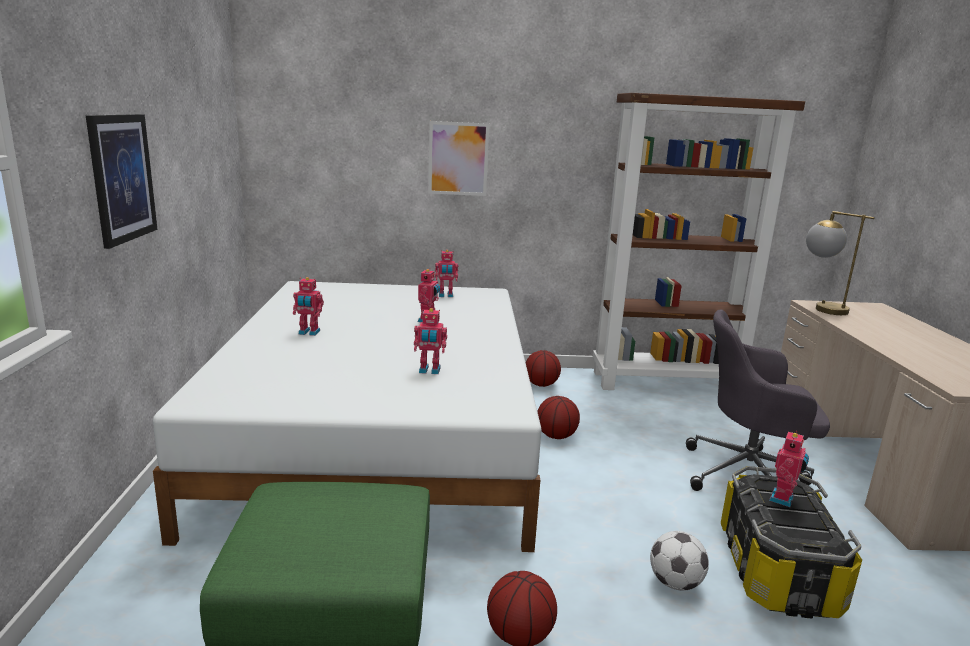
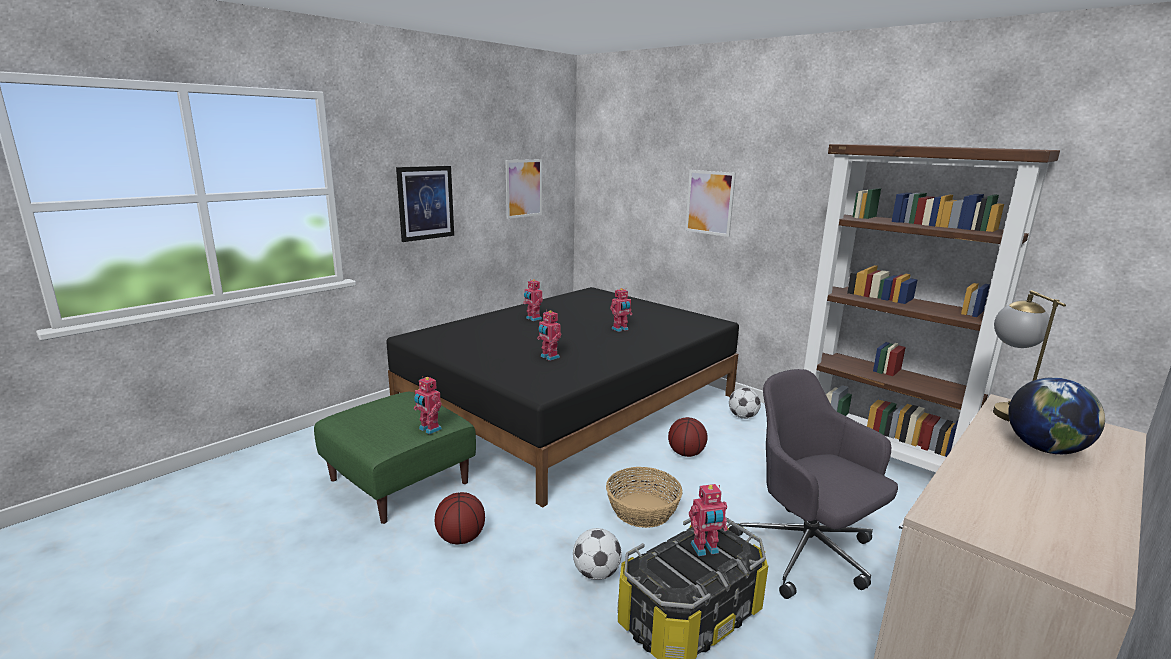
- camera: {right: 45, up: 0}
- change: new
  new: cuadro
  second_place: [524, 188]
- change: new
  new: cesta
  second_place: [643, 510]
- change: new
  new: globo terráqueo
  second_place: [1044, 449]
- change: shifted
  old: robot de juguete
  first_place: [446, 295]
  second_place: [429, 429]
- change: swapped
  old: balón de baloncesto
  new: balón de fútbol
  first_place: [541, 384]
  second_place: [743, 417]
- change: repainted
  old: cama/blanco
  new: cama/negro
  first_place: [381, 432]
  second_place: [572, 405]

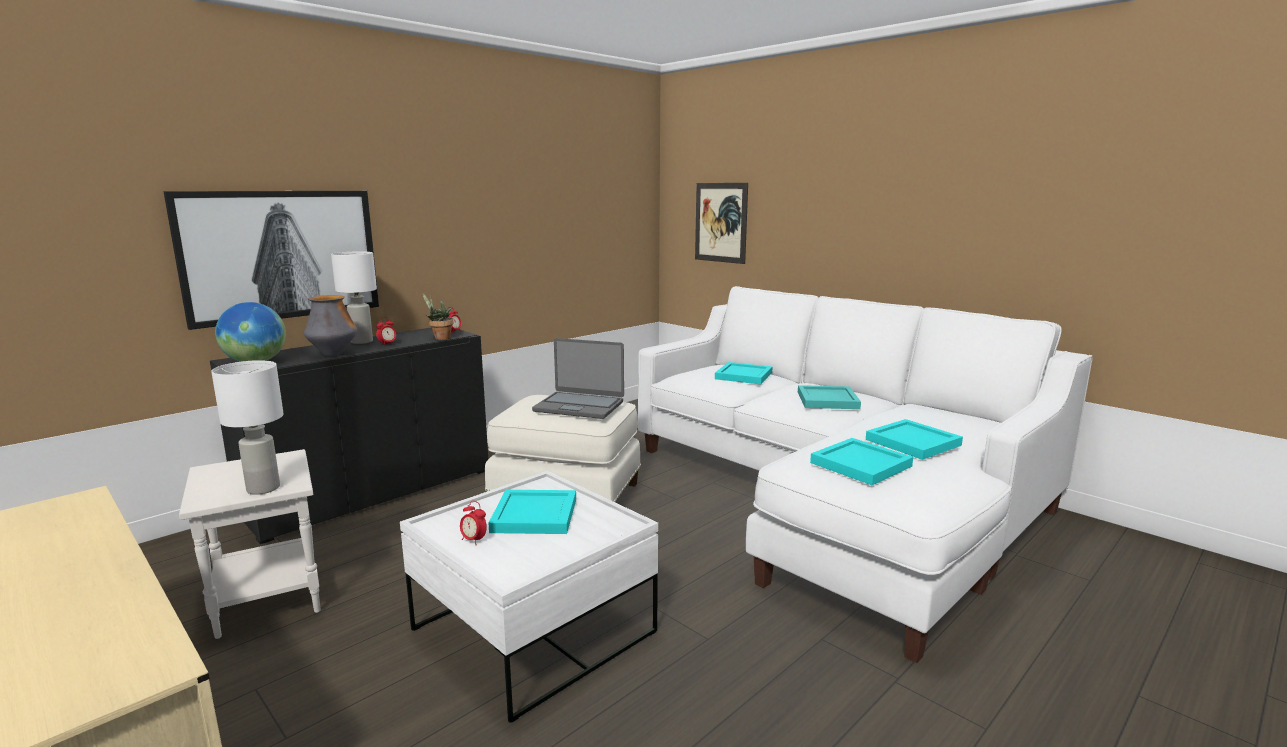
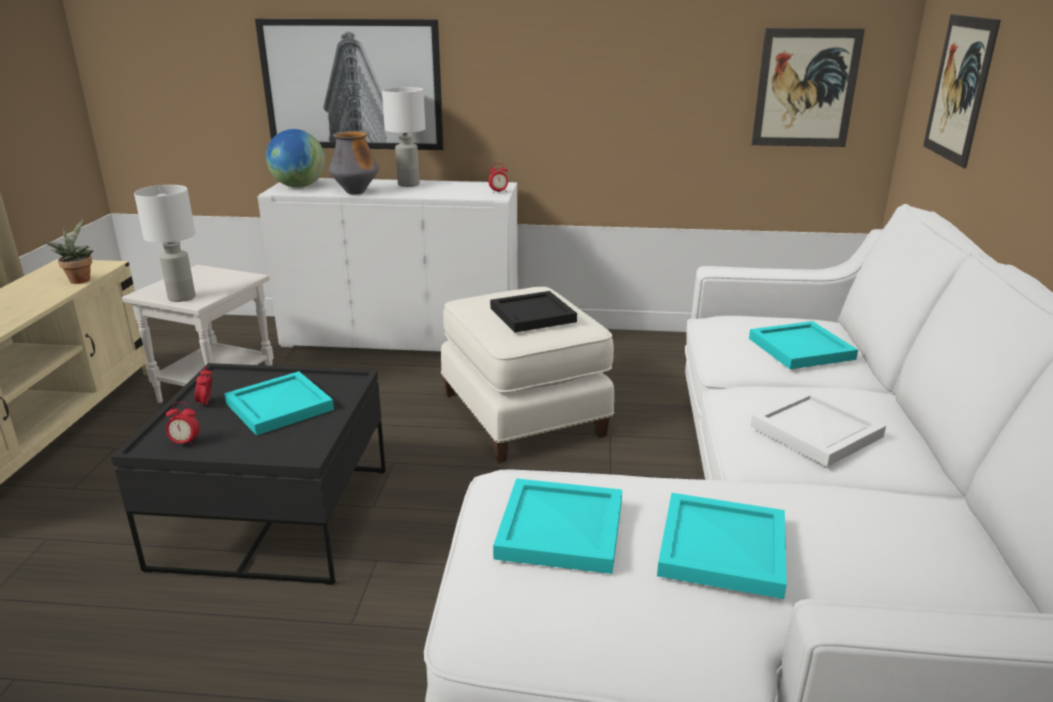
- camera: {right: 50, up: 10}
- change: new
  new: cuadro
  second_place: [805, 88]
- change: shifted
  old: despertador
  first_place: [387, 344]
  second_place: [185, 443]
- change: shifted
  old: planta en maceta
  first_place: [440, 338]
  second_place: [80, 280]
- change: swapped
  old: portátil
  new: bandeja/negro
  first_place: [579, 406]
  second_place: [534, 315]
- change: repainted
  old: armario/negro
  new: armario/blanco
  first_place: [372, 493]
  second_place: [402, 337]
- change: repainted
  old: mesa de centro/blanco
  new: mesa de centro/negro
  first_place: [534, 631]
  second_place: [275, 517]
- change: repainted
  old: bandeja/turquesa
  new: bandeja/blanco
  first_place: [828, 400]
  second_place: [816, 432]

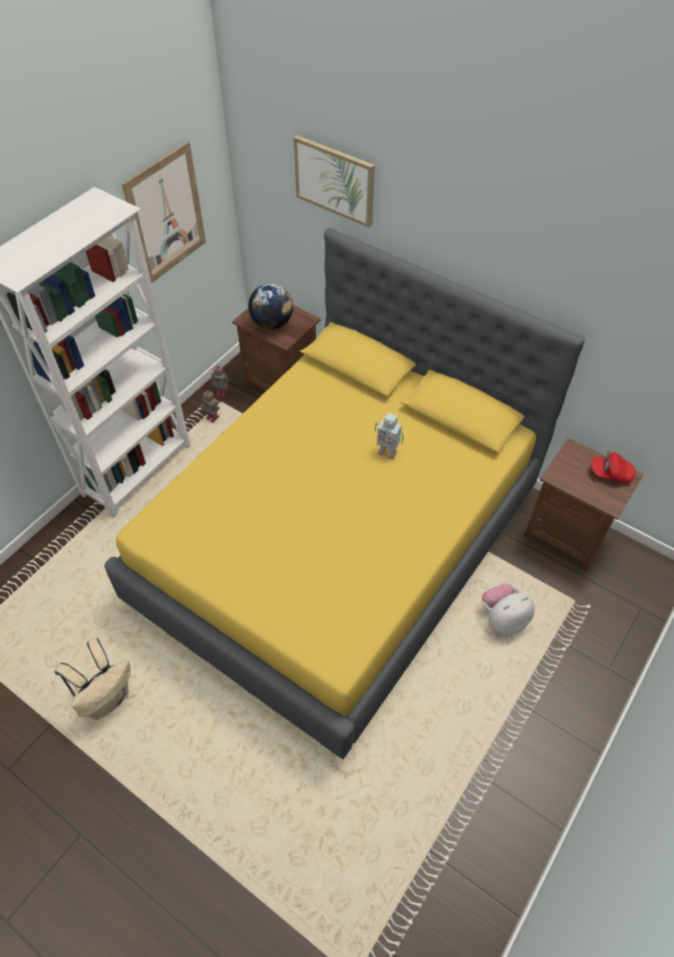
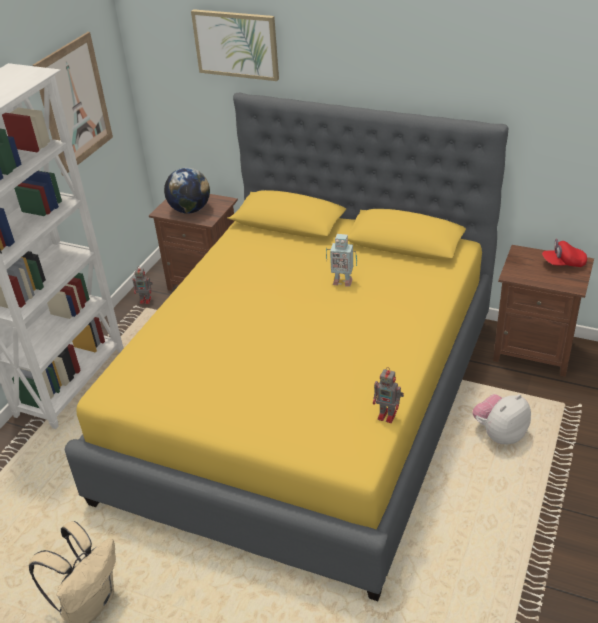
- camera: {right: -10, up: -15}
- change: shifted
  old: robot de juguete
  first_place: [213, 418]
  second_place: [388, 415]

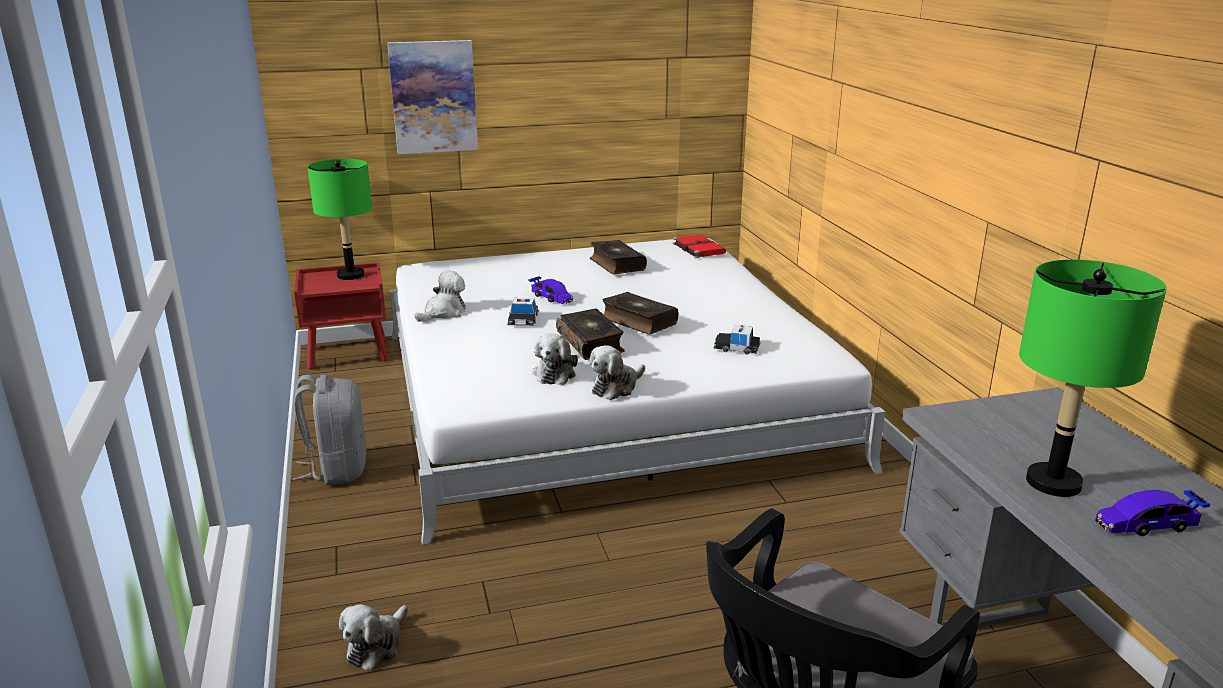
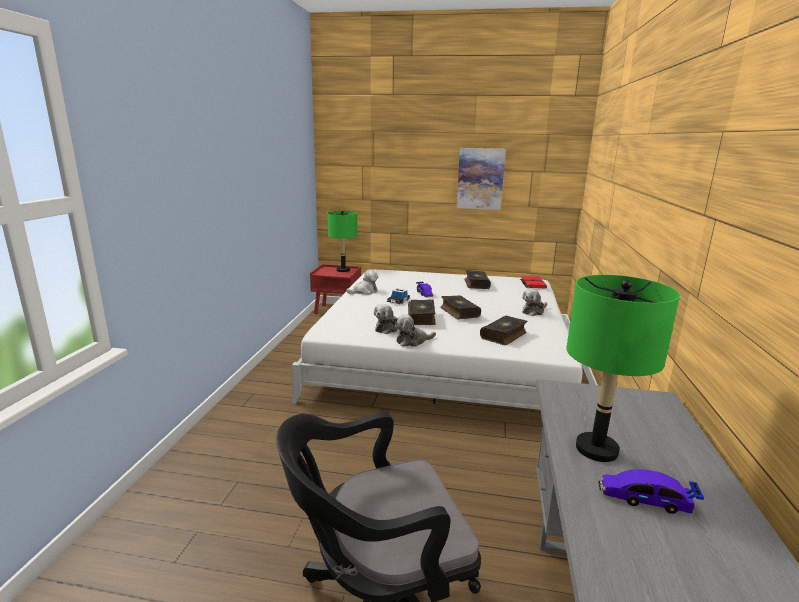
- camera: {right: 25, up: -5}
- change: gone
  old: mochila/gris
  first_place: [337, 469]
- change: shifted
  old: peluche
  first_place: [376, 646]
  second_place: [533, 311]
- change: shifted
  old: cuadro
  first_place: [433, 97]
  second_place: [480, 179]
- change: swapped
  old: coche de juguete
  new: libro
  first_place: [737, 347]
  second_place: [504, 335]

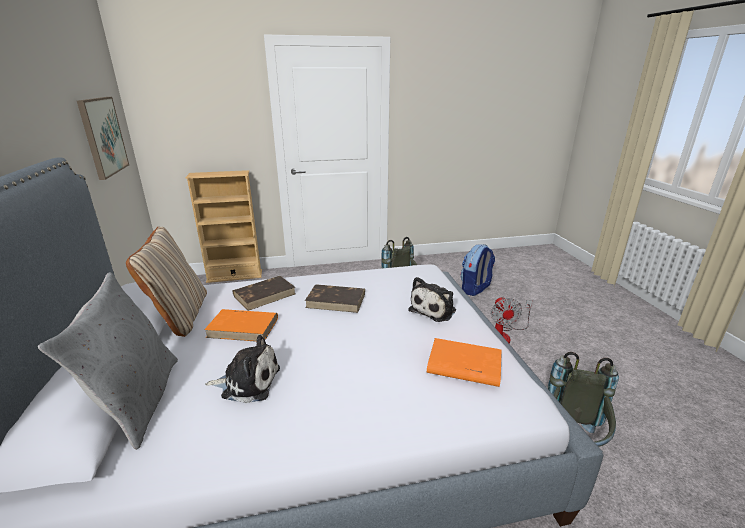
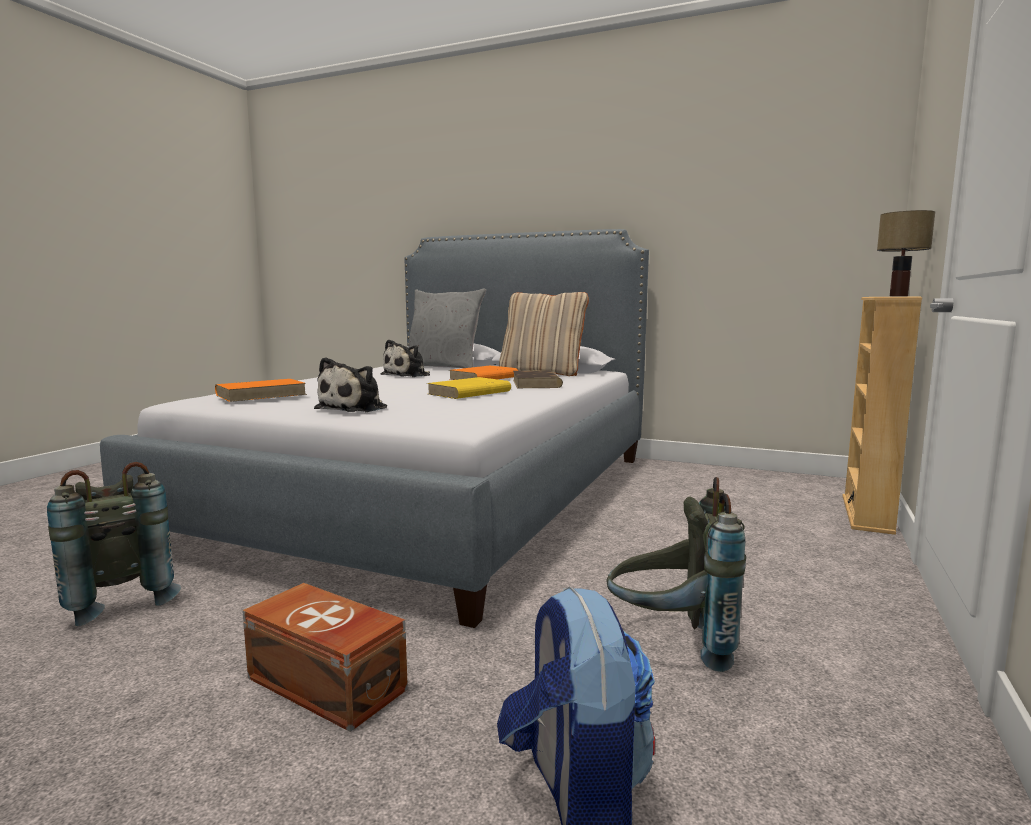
- camera: {right: 125, up: -15}
- change: gone
  old: cuadro
  first_place: [103, 136]
- change: new
  new: lámpara de mesa
  second_place: [898, 296]
- change: swapped
  old: ventilador
  new: caja de almacenaje/marrón
  first_place: [503, 335]
  second_place: [326, 685]
- change: repainted
  old: libro/marrón
  new: libro/amarillo
  first_place: [336, 300]
  second_place: [469, 393]
- change: rotated
  old: peluche
  first_place: [434, 309]
  second_place: [355, 408]
  degrees: -135

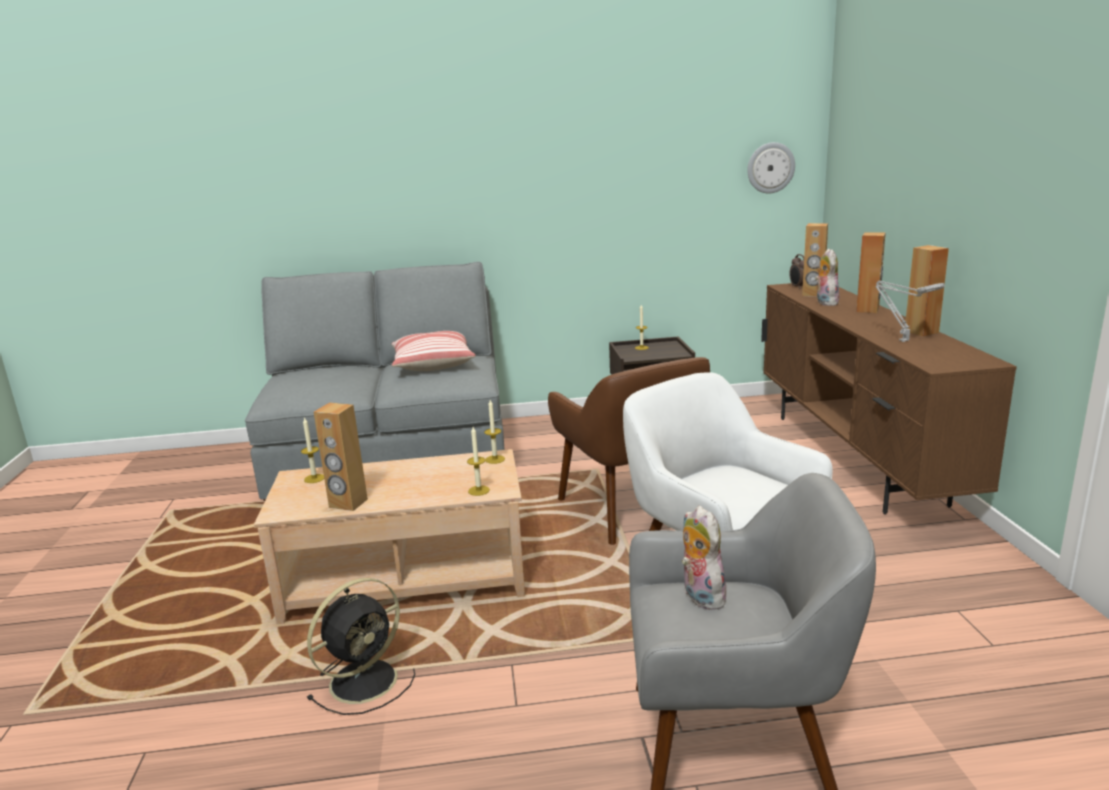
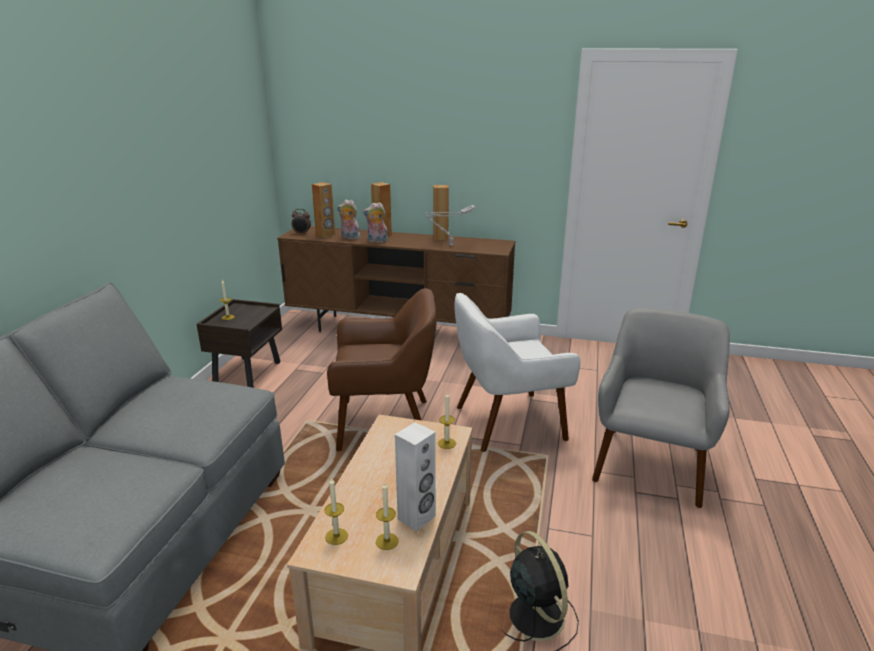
- camera: {right: -70, up: 5}
- change: gone
  old: cojín
  first_place: [432, 364]
- change: gone
  old: reloj de pared
  first_place: [770, 168]
- change: shifted
  old: vela
  first_place: [495, 459]
  second_place: [387, 541]
- change: shifted
  old: peluche
  first_place: [700, 596]
  second_place: [377, 241]
- change: repainted
  old: altavoz/marrón
  new: altavoz/blanco
  first_place: [348, 503]
  second_place: [417, 518]

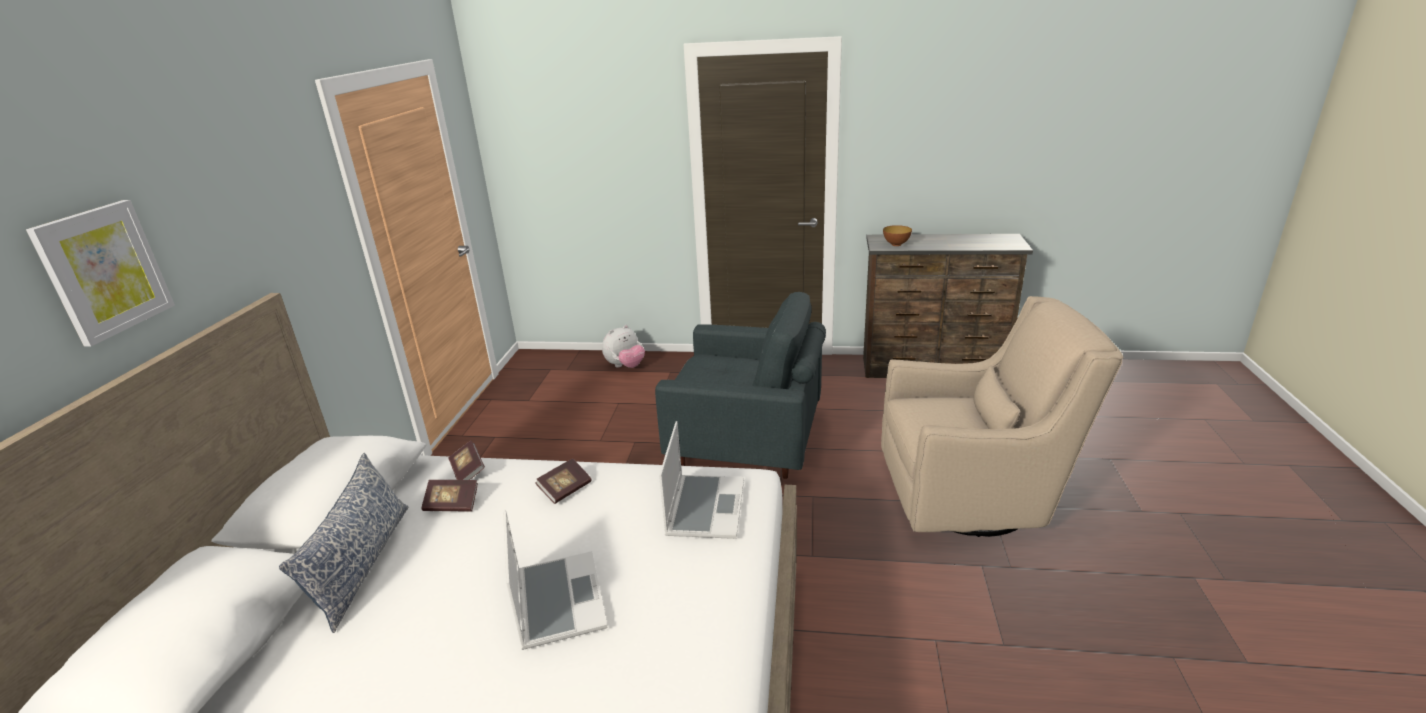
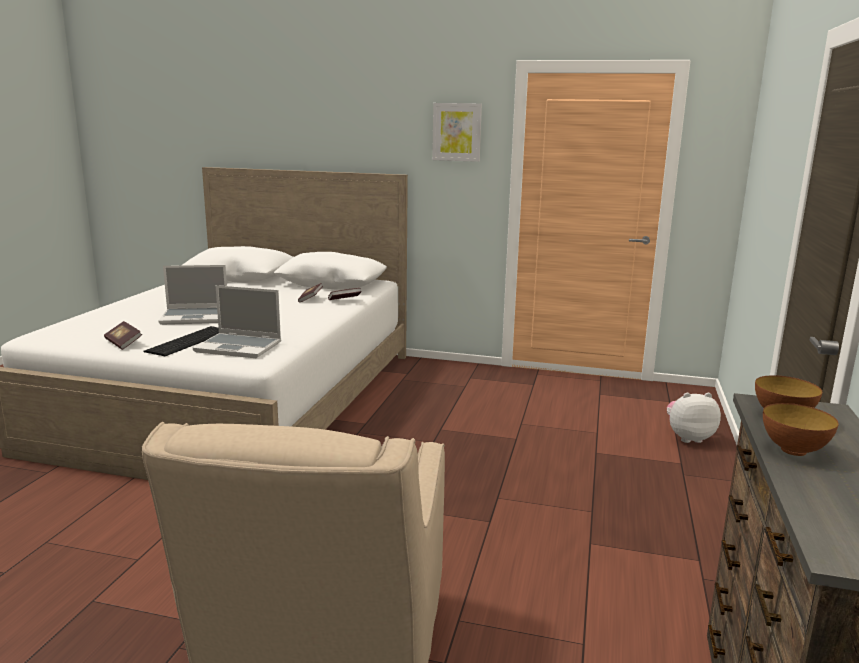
- camera: {right: 95, up: -10}
- change: gone
  old: cojín
  first_place: [363, 564]
- change: gone
  old: sillón/gris
  first_place: [747, 445]
- change: new
  new: teclado
  second_place: [190, 341]
- change: new
  new: cuenco
  second_place: [793, 450]
- change: shifted
  old: cuadro
  first_place: [104, 271]
  second_place: [457, 132]
- change: shifted
  old: libro
  first_place: [565, 489]
  second_place: [123, 343]
- change: rotated
  old: peluche
  first_place: [625, 366]
  second_place: [688, 438]
  degrees: 120

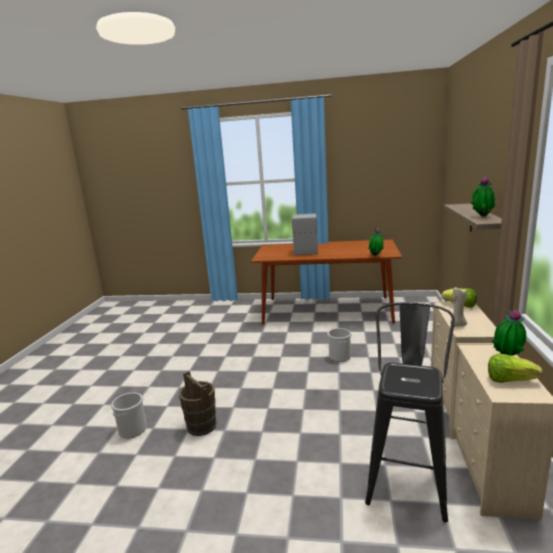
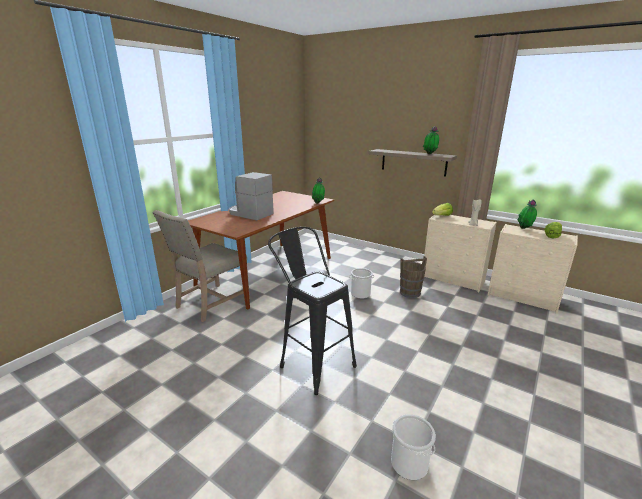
- camera: {right: -65, up: 5}
- change: new
  new: silla/beis
  second_place: [210, 303]
- change: shifted
  old: cubo/marrón
  first_place: [201, 426]
  second_place: [409, 292]
- change: shifted
  old: taburete/negro
  first_place: [408, 478]
  second_place: [312, 362]

